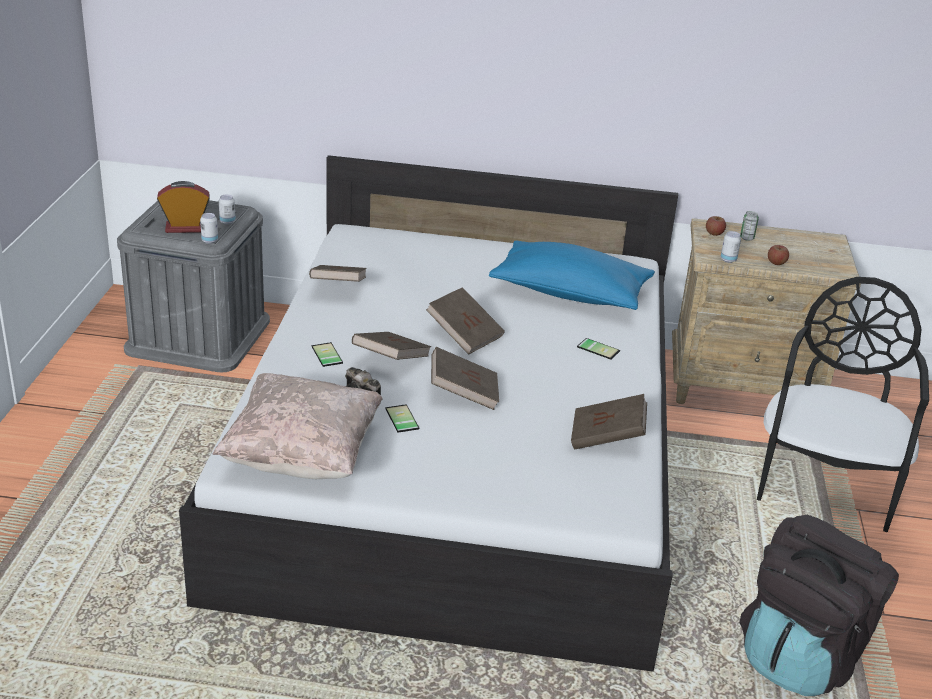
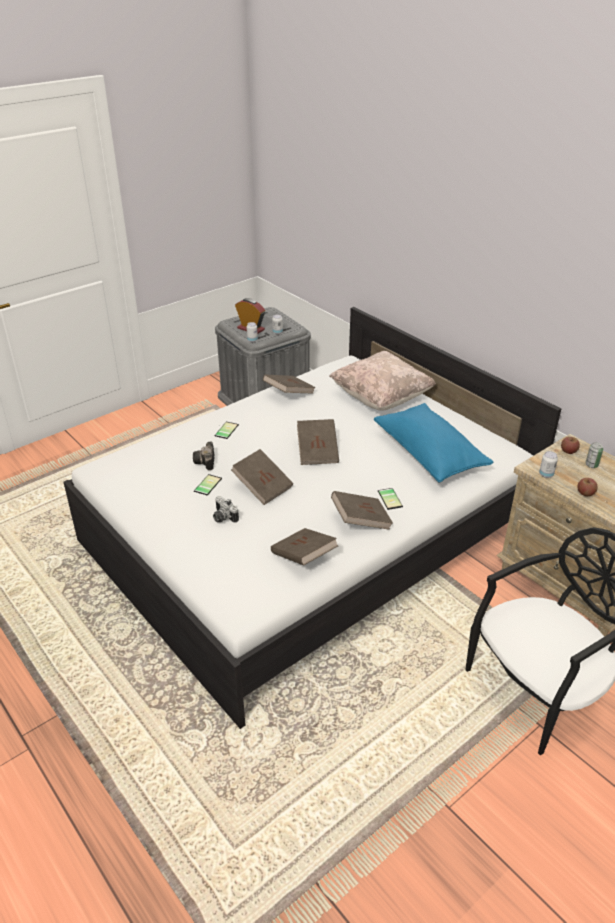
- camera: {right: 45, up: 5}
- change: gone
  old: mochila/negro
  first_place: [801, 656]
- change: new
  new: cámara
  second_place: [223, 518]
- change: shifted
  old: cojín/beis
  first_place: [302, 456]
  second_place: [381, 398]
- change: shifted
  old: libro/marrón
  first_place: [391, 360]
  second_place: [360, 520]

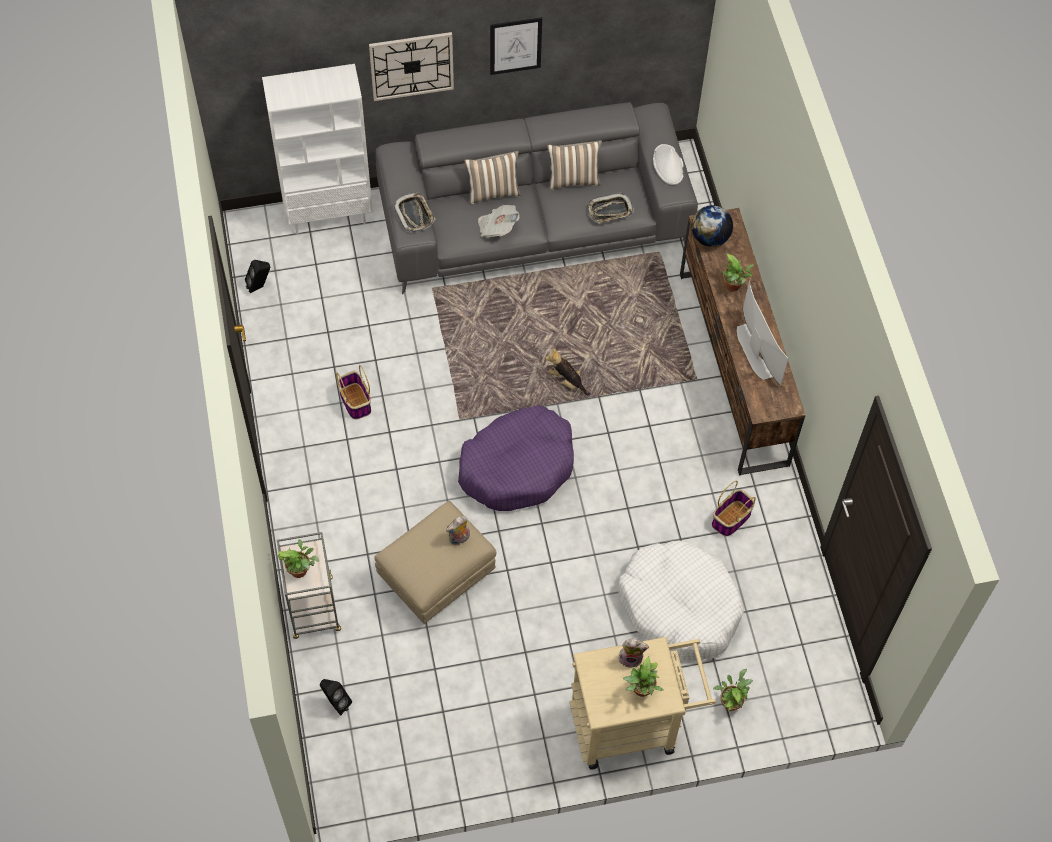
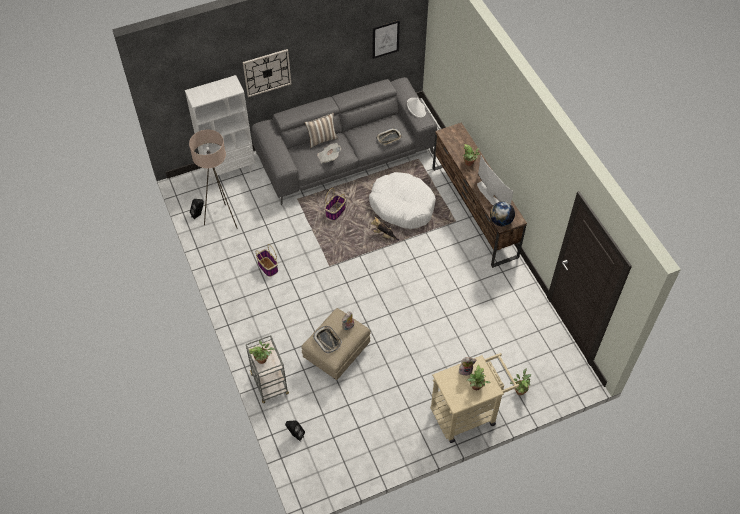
- camera: {right: -10, up: -5}
- change: gone
  old: cama para perro/morado
  first_place: [517, 466]
- change: gone
  old: cojín
  first_place: [573, 180]
- change: new
  new: lámpara de pie/beis
  second_place: [222, 219]
- change: shifted
  old: bandeja
  first_place: [414, 214]
  second_place: [327, 340]
- change: shifted
  old: cuadro
  first_place: [515, 45]
  second_place: [385, 39]
- change: shifted
  old: cama para perro/blanco
  first_place: [679, 606]
  second_place: [402, 206]
- change: shifted
  old: globo terráqueo
  first_place: [710, 238]
  second_place: [501, 221]
- change: shifted
  old: cesta
  first_place: [731, 519]
  second_place: [335, 212]

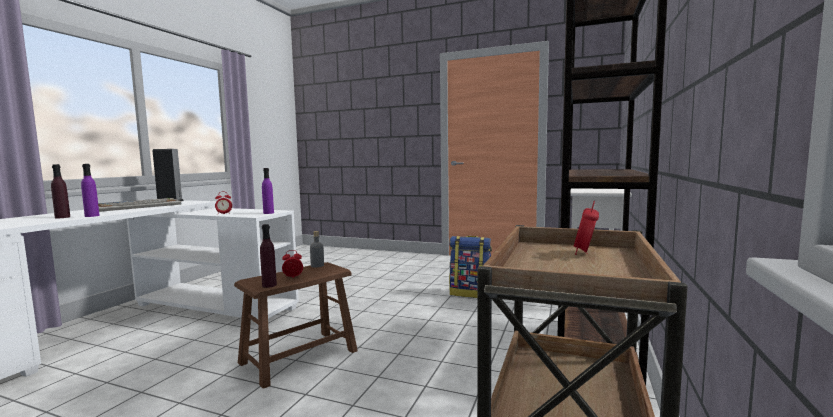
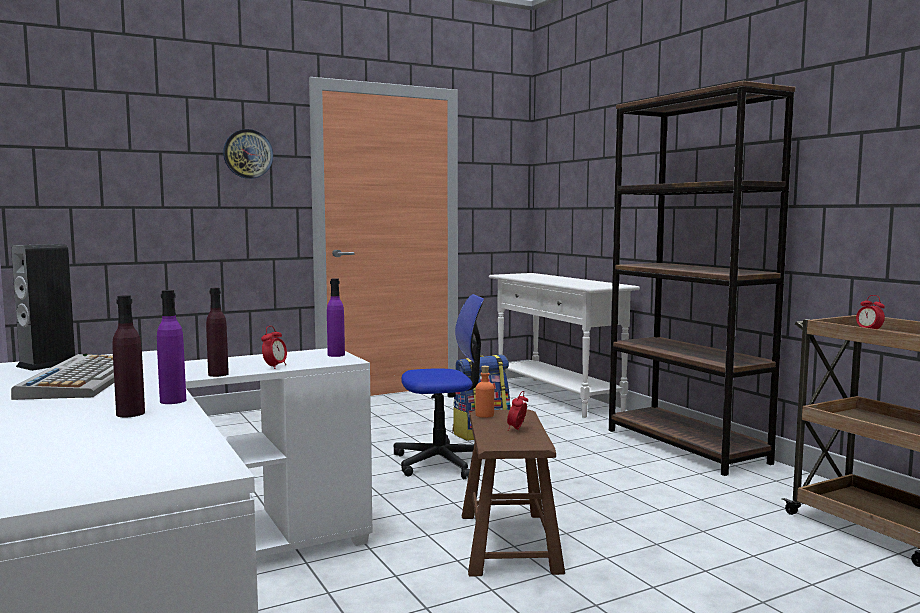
- camera: {right: -50, up: 0}
- change: new
  new: reloj de pared
  second_place: [248, 154]
- change: new
  new: silla de oficina
  second_place: [442, 462]
- change: shifted
  old: botella/morado
  first_place: [269, 285]
  second_place: [218, 374]
- change: repainted
  old: botella/gris
  new: botella/naranja
  first_place: [317, 265]
  second_place: [484, 415]

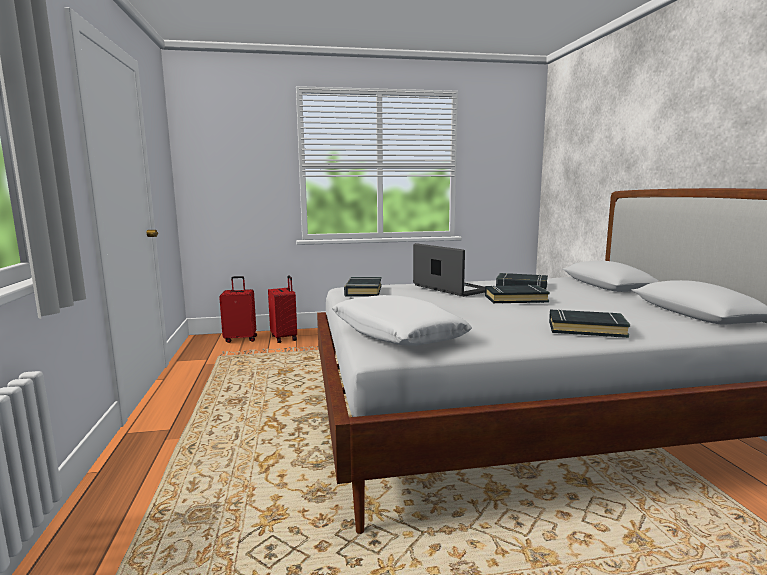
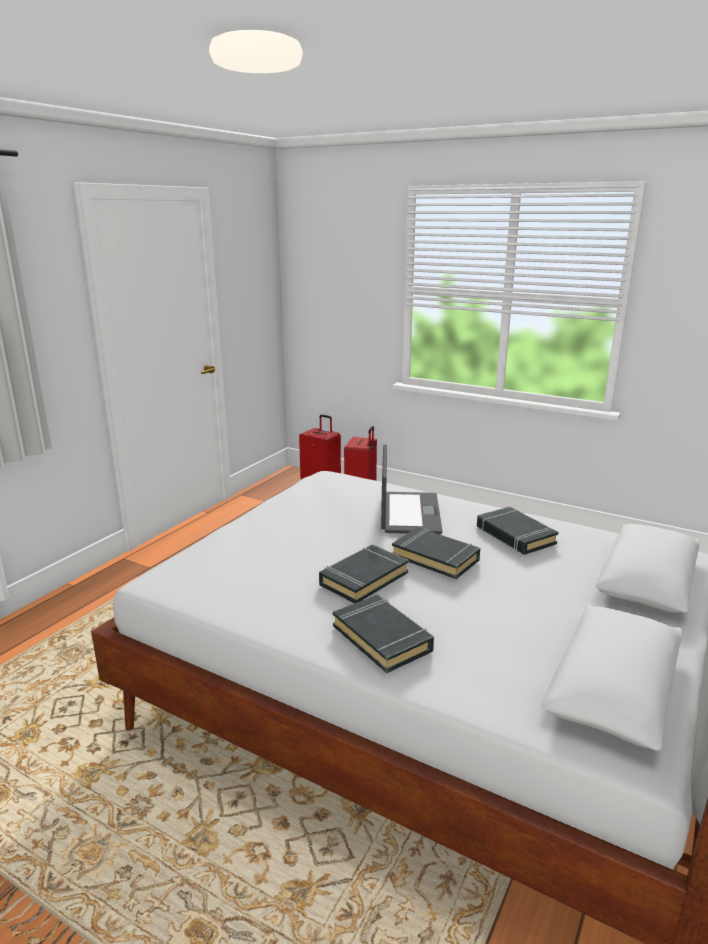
- camera: {right: 40, up: 10}
- change: gone
  old: cojín/blanco
  first_place: [397, 334]
- change: shifted
  old: libro/negro
  first_place: [363, 291]
  second_place: [363, 578]

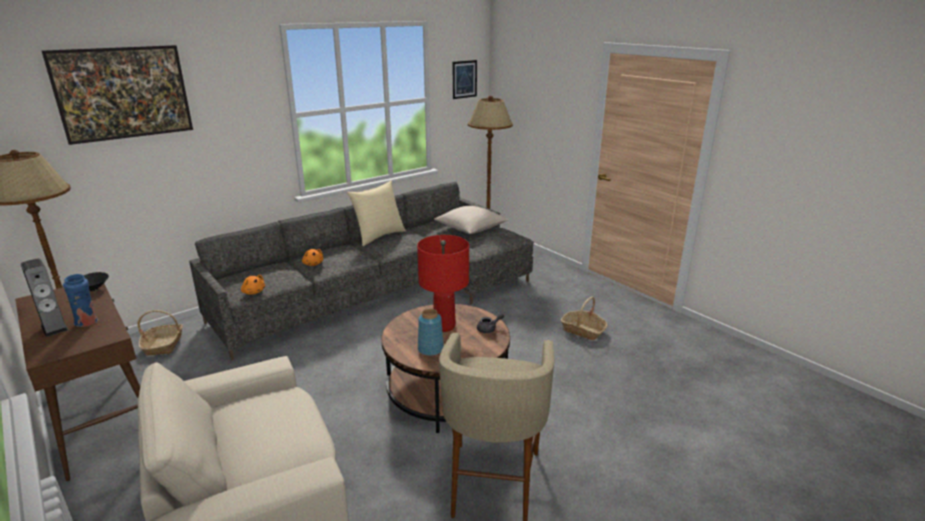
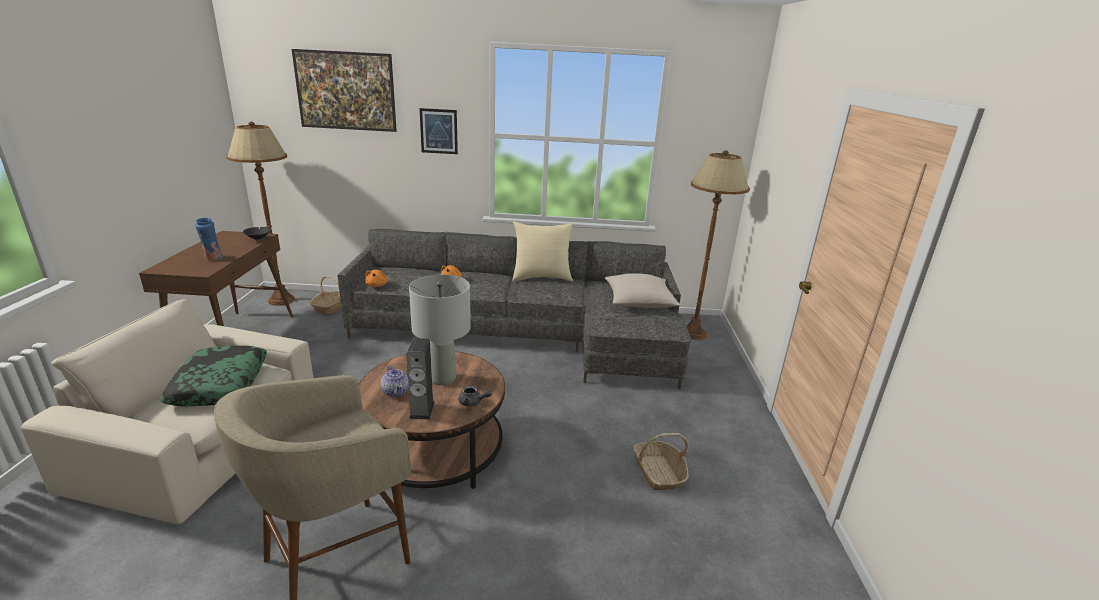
- camera: {right: 40, up: 0}
- change: new
  new: cojín
  second_place: [219, 384]
- change: shifted
  old: altavoz
  first_place: [54, 328]
  second_place: [422, 410]
- change: shifted
  old: cuadro
  first_place: [464, 79]
  second_place: [439, 131]
- change: swapped
  old: florero/azul
  new: tetera
  first_place: [430, 349]
  second_place: [396, 392]
- change: repainted
  old: lámpara de mesa/rojo
  new: lámpara de mesa/gris
  first_place: [444, 326]
  second_place: [444, 379]

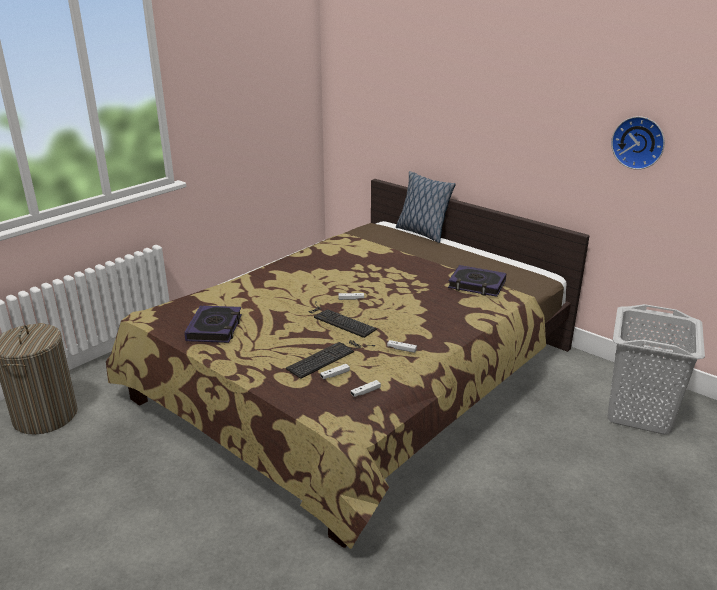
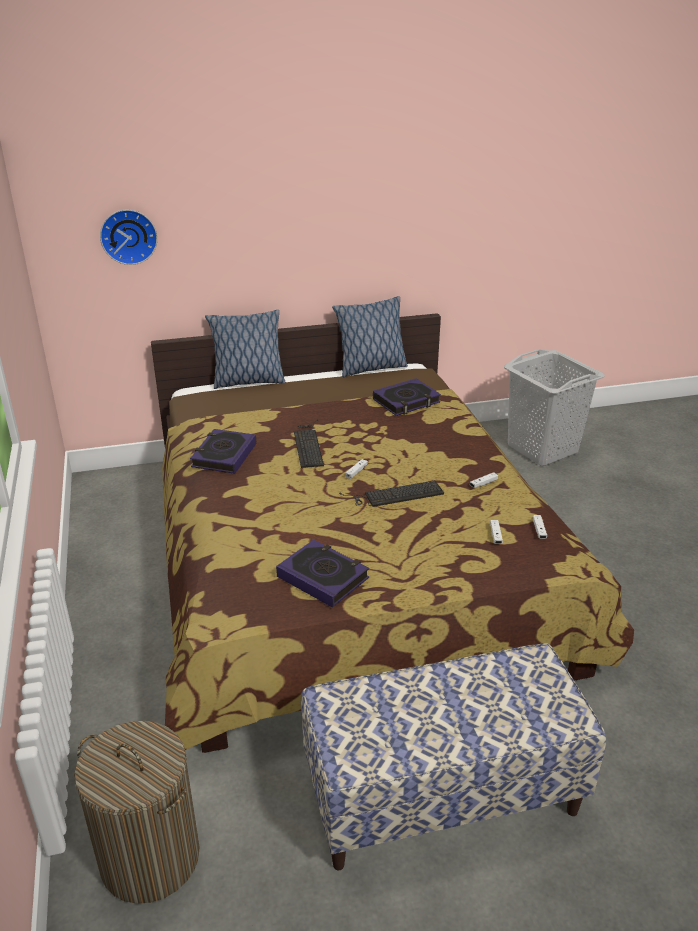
- camera: {right: -55, up: 5}
- change: new
  new: libro
  second_place: [224, 455]
- change: new
  new: banco
  second_place: [442, 794]
- change: new
  new: cojín
  second_place: [370, 368]
- change: shifted
  old: teclado
  first_place: [328, 357]
  second_place: [308, 444]
- change: shifted
  old: reloj de pared
  first_place: [639, 142]
  second_place: [128, 236]

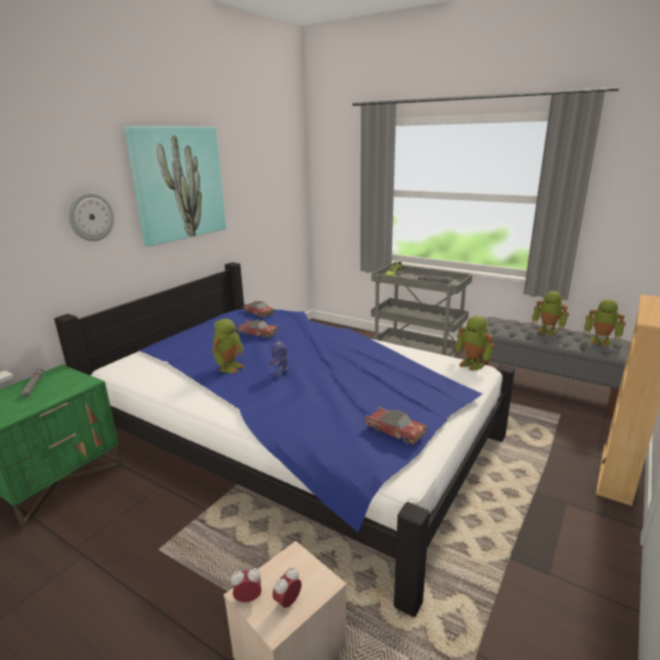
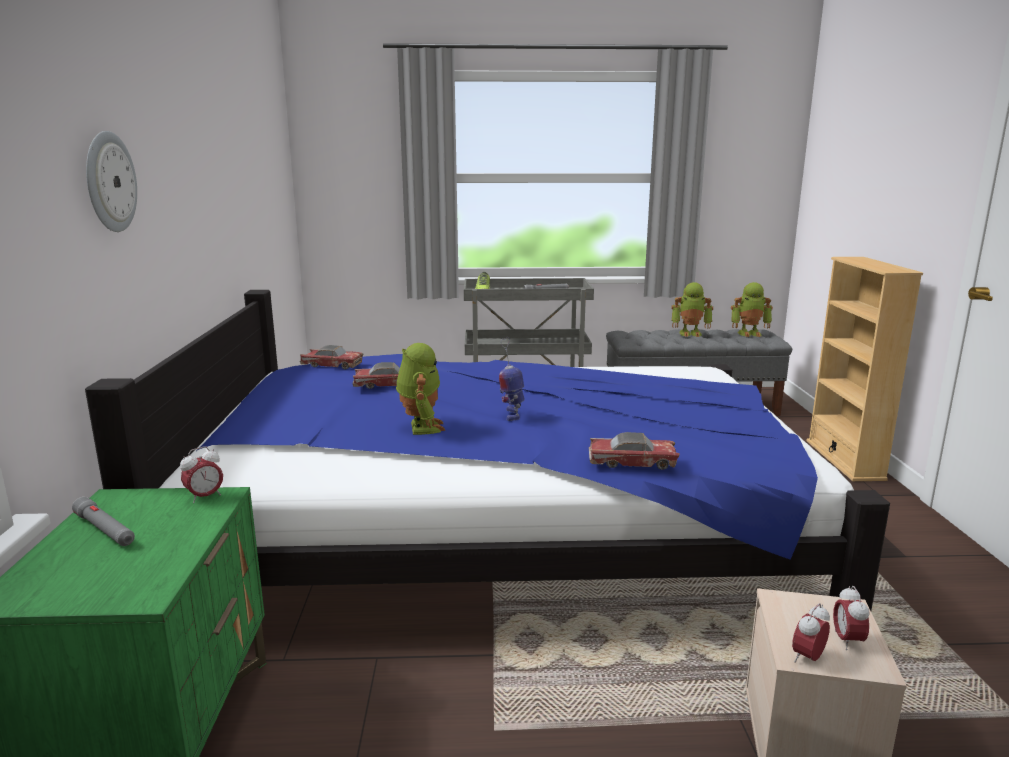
- camera: {right: -35, up: -5}
- change: gone
  old: cuadro
  first_place: [178, 184]
- change: gone
  old: robot de juguete
  first_place: [473, 364]
- change: new
  new: despertador
  second_place: [205, 497]
- change: shifted
  old: coche de juguete
  first_place: [395, 431]
  second_place: [632, 462]

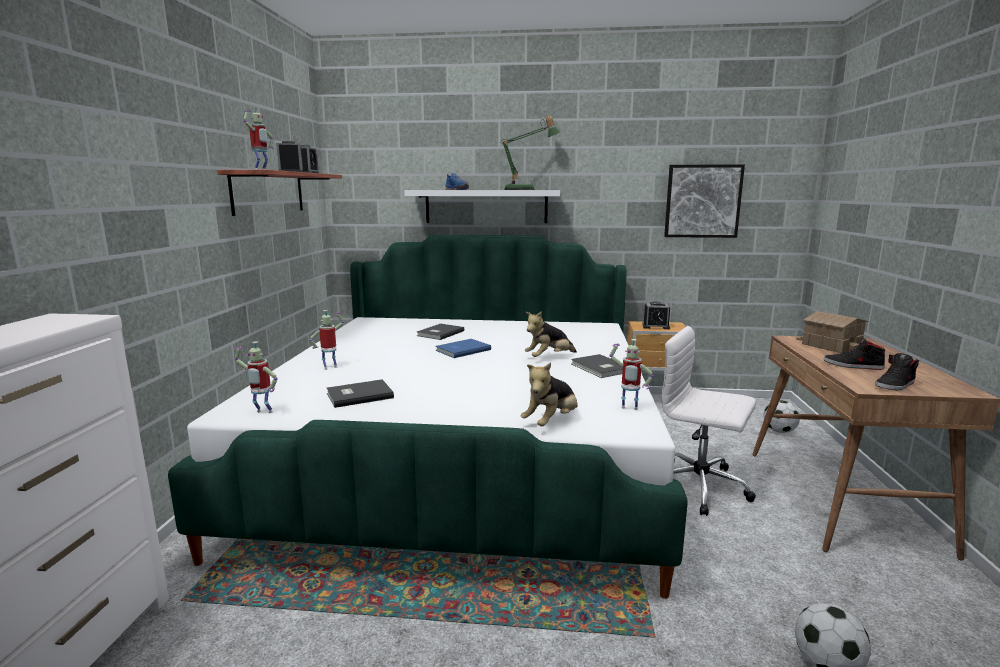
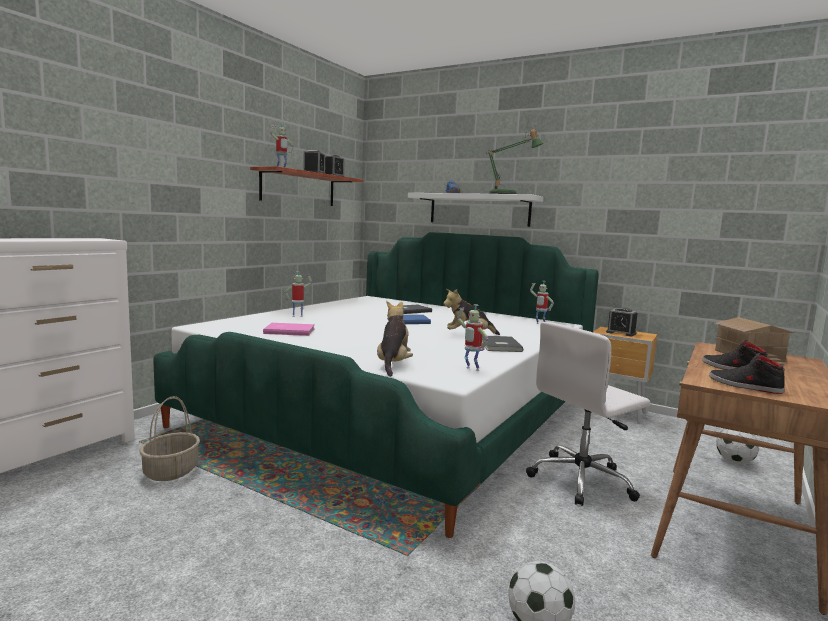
- camera: {right: 25, up: -5}
- change: gone
  old: cuadro
  first_place: [702, 201]
- change: new
  new: cesta
  second_place: [171, 472]
- change: shifted
  old: robot de juguete
  first_place: [262, 412]
  second_place: [539, 324]
- change: repainted
  old: libro/gris
  new: libro/rosa
  first_place: [358, 395]
  second_place: [289, 331]
- change: rotated
  old: peluche
  first_place: [551, 422]
  second_place: [393, 364]
  degrees: 120
- change: rotated
  old: silla de oficina/blanco
  first_place: [701, 487]
  second_place: [582, 480]
  degrees: -90
- change: rotated
  old: zapato/negro
  first_place: [895, 385]
  second_place: [744, 386]
  degrees: 45

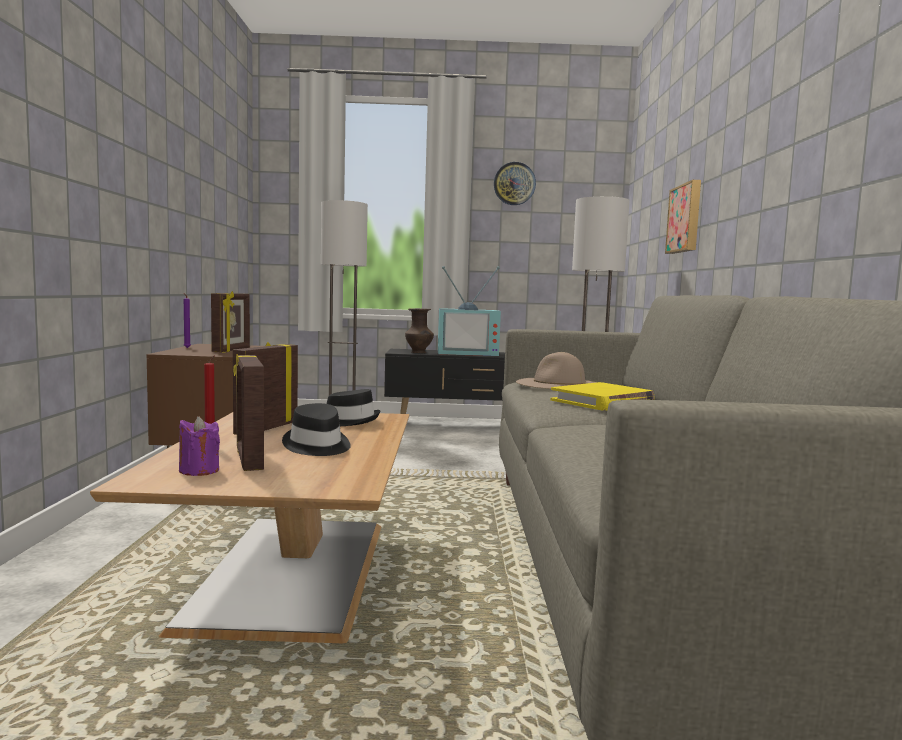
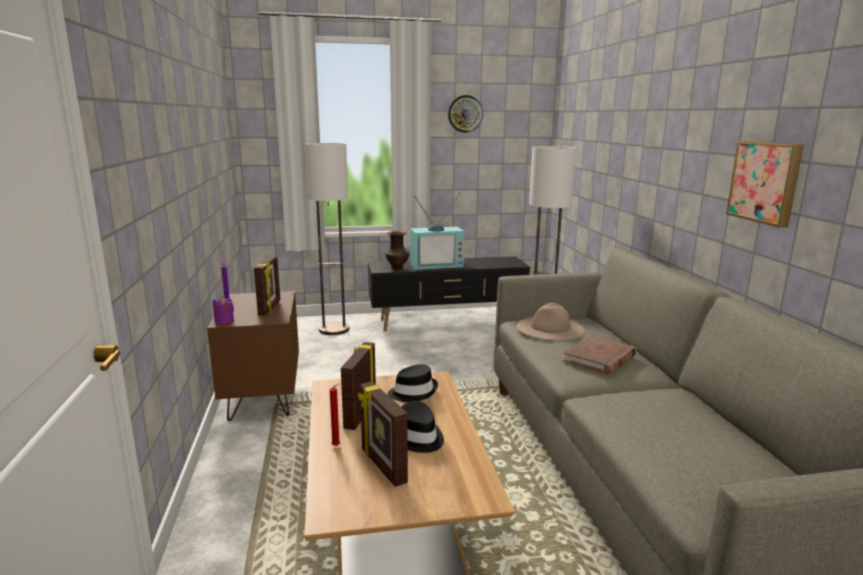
- camera: {right: -10, up: 10}
- change: shifted
  old: vela/morado
  first_place: [199, 470]
  second_place: [224, 321]
- change: shifted
  old: cuadro
  first_place: [686, 218]
  second_place: [766, 182]
- change: repainted
  old: libro/amarillo
  new: libro/marrón
  first_place: [602, 402]
  second_place: [599, 358]

